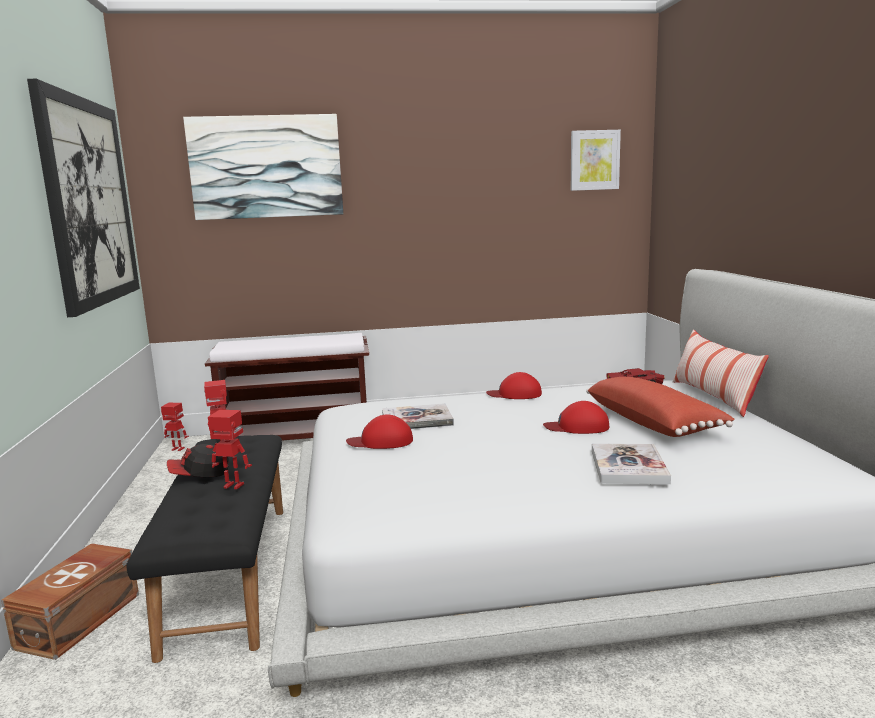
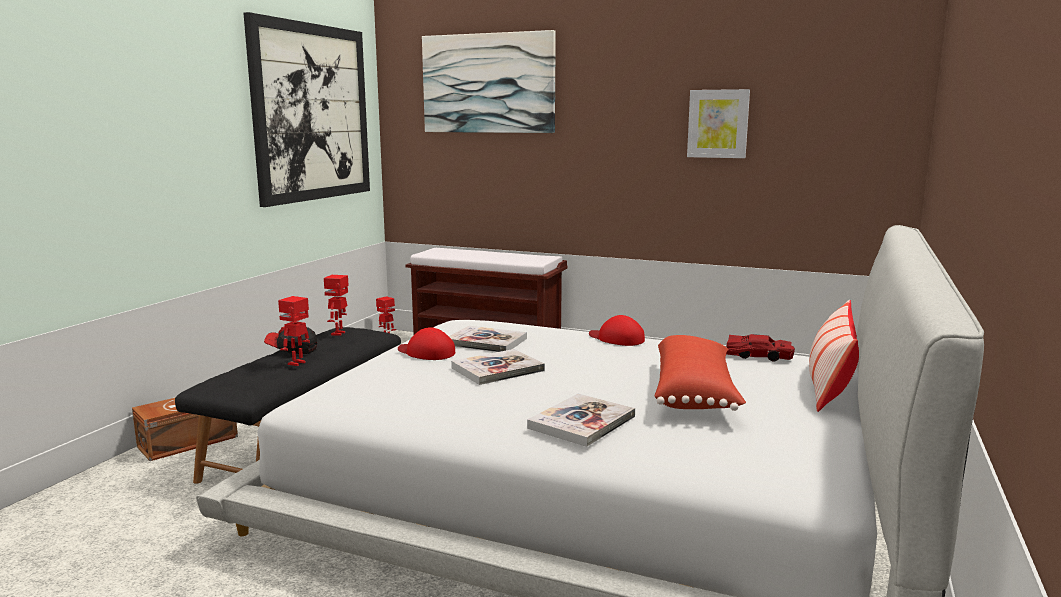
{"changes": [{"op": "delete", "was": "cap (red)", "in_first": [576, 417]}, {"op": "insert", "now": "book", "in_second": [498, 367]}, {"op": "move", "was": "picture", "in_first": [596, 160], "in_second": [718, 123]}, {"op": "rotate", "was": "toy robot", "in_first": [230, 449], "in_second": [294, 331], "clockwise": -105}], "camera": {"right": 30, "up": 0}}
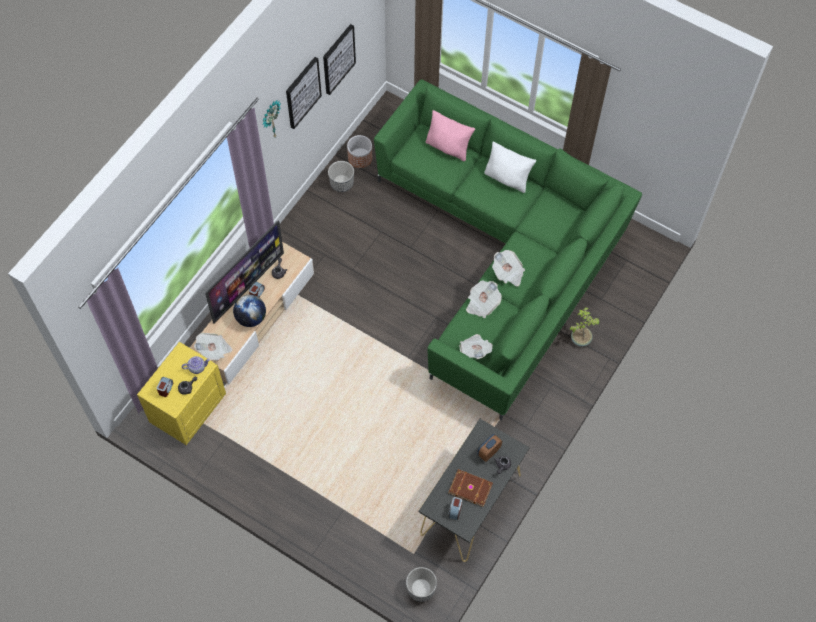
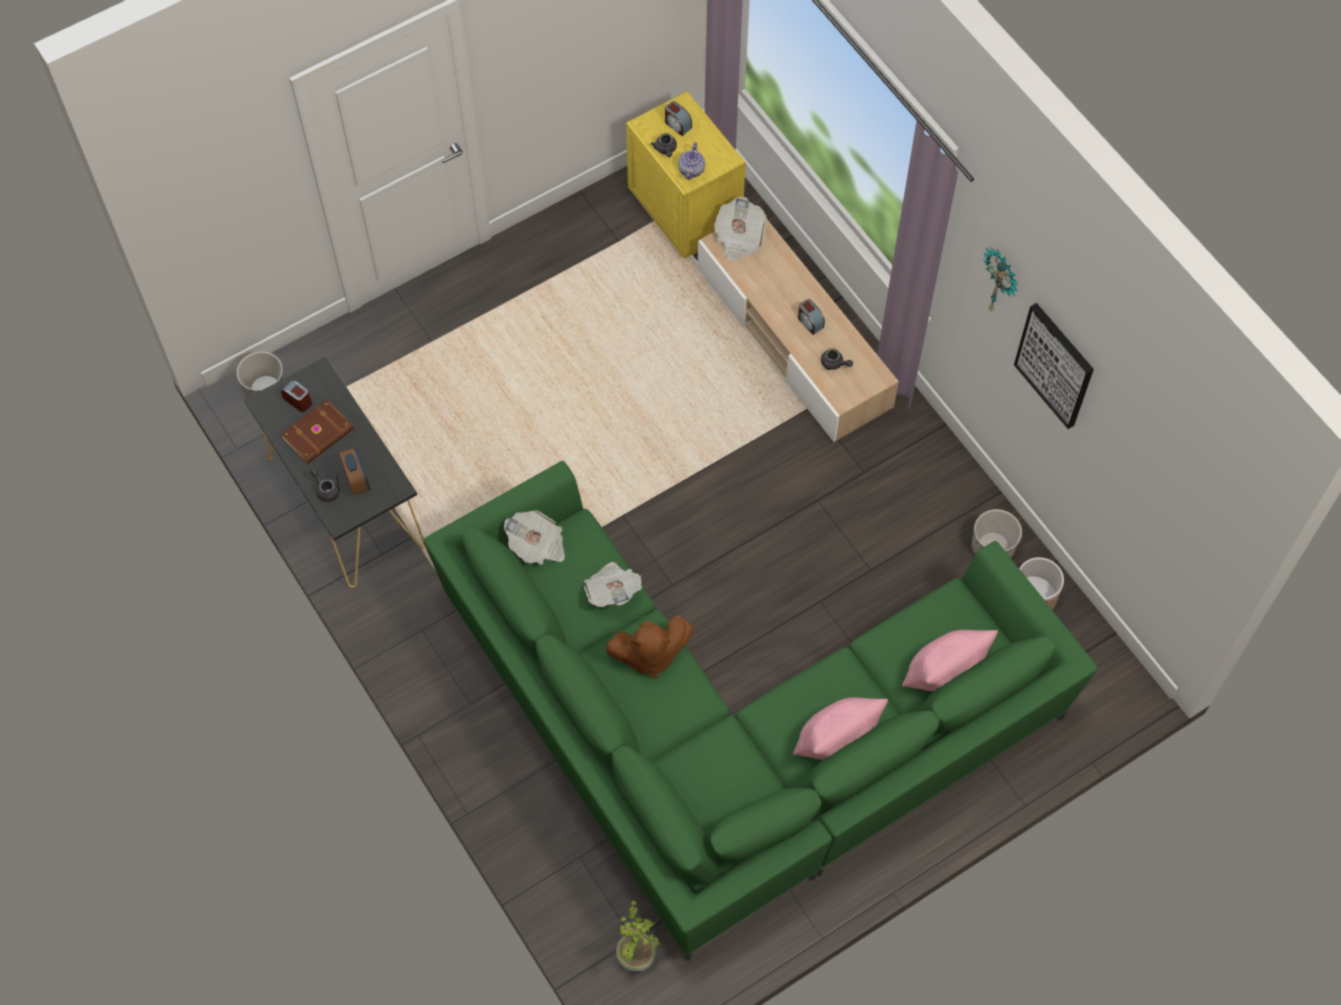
{"changes": [{"op": "delete", "was": "television", "in_first": [244, 272]}, {"op": "delete", "was": "globe", "in_first": [249, 311]}, {"op": "delete", "was": "picture", "in_first": [339, 59]}, {"op": "move", "was": "potted plant", "in_first": [584, 327], "in_second": [638, 936]}, {"op": "replace", "was": "newspaper", "now": "plush toy (brown)", "in_first": [508, 268], "in_second": [649, 647]}, {"op": "recolor", "was": "pillow (white)", "now": "pillow (pink)", "in_first": [510, 167], "in_second": [840, 728]}], "camera": {"right": 115, "up": 0}}
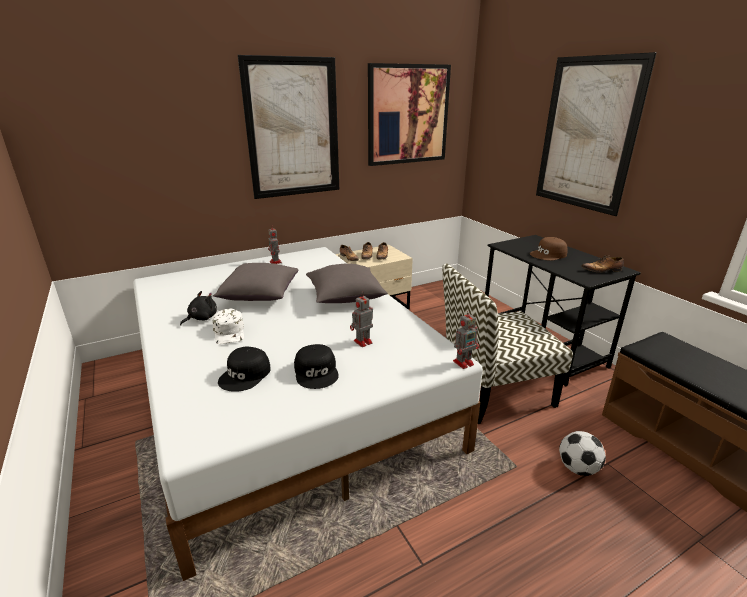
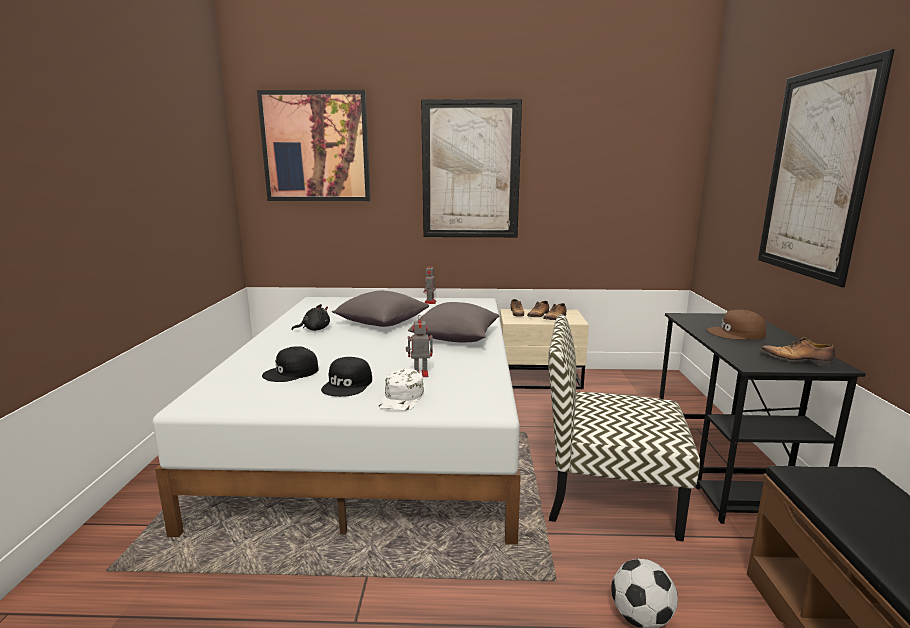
{"changes": [{"op": "delete", "was": "toy robot", "in_first": [466, 339]}, {"op": "move", "was": "cap (white)", "in_first": [228, 326], "in_second": [401, 389]}, {"op": "move", "was": "picture", "in_first": [409, 114], "in_second": [314, 145]}], "camera": {"right": 30, "up": -10}}
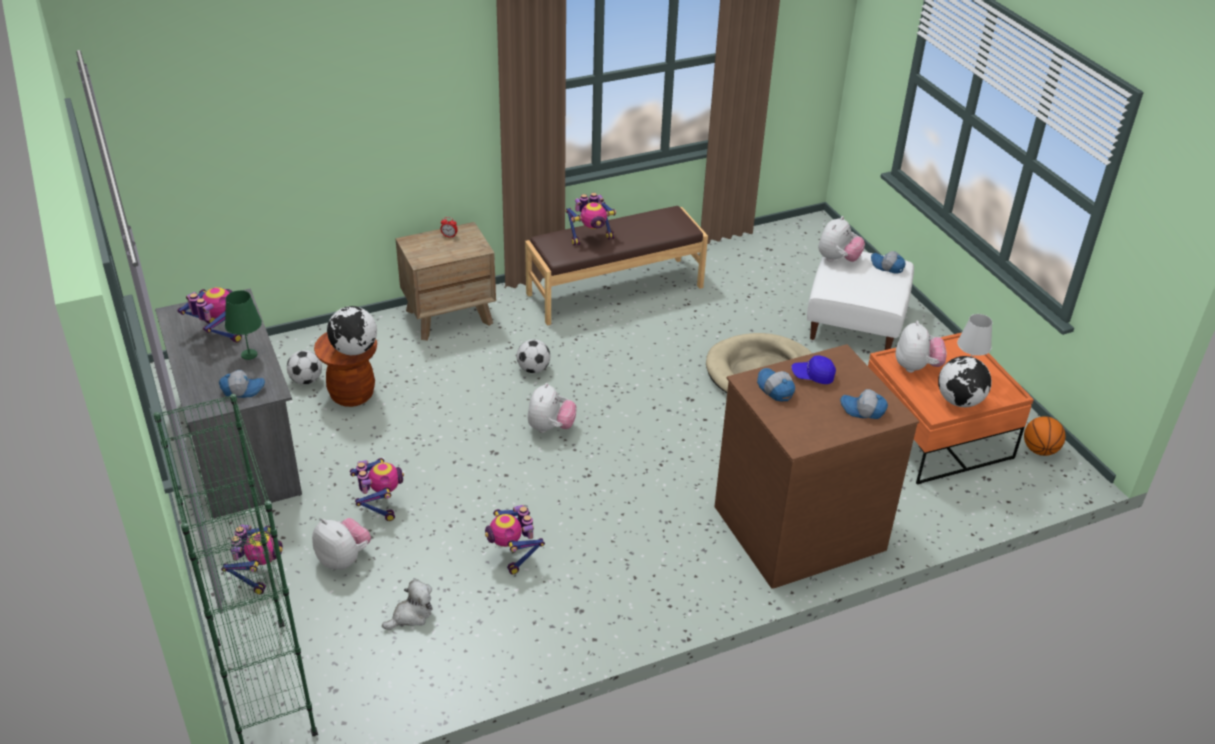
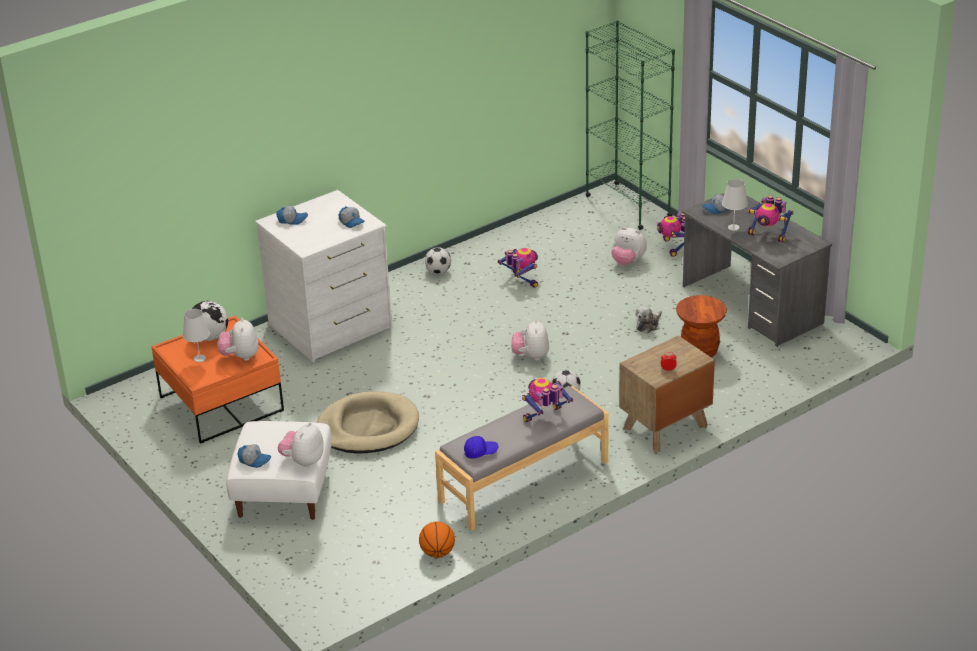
{"changes": [{"op": "delete", "was": "globe", "in_first": [352, 330]}, {"op": "delete", "was": "toy robot", "in_first": [377, 489]}, {"op": "move", "was": "football", "in_first": [304, 367], "in_second": [438, 260]}, {"op": "move", "was": "plush toy", "in_first": [407, 604], "in_second": [648, 319]}, {"op": "move", "was": "cap (blue)", "in_first": [813, 369], "in_second": [481, 447]}, {"op": "move", "was": "basketball", "in_first": [1045, 436], "in_second": [437, 540]}, {"op": "recolor", "was": "table lamp (green)", "now": "table lamp (white)", "in_first": [243, 325], "in_second": [735, 205]}, {"op": "recolor", "was": "bench (brown)", "now": "bench (grey)", "in_first": [616, 266], "in_second": [522, 458]}, {"op": "recolor", "was": "dresser (brown)", "now": "dresser (white)", "in_first": [817, 466], "in_second": [324, 276]}], "camera": {"right": 170, "up": -5}}
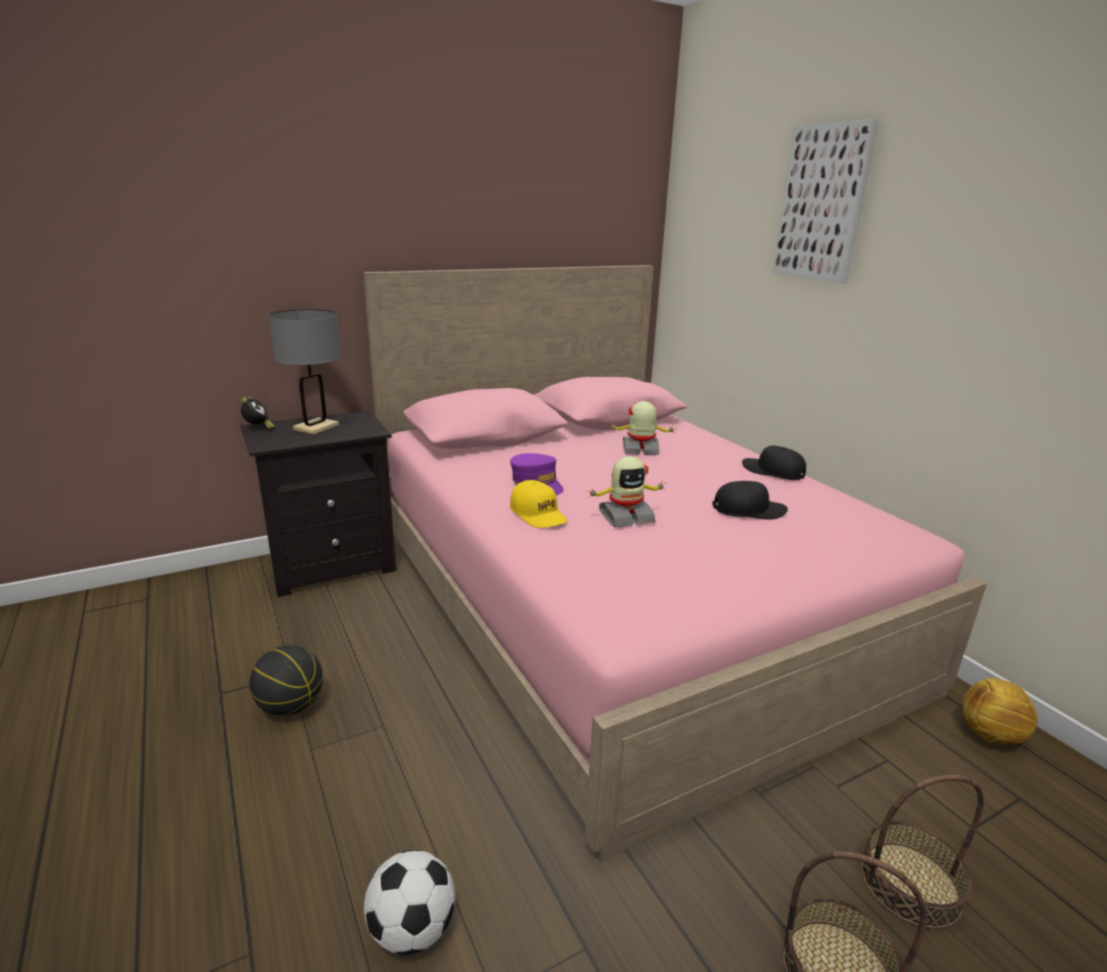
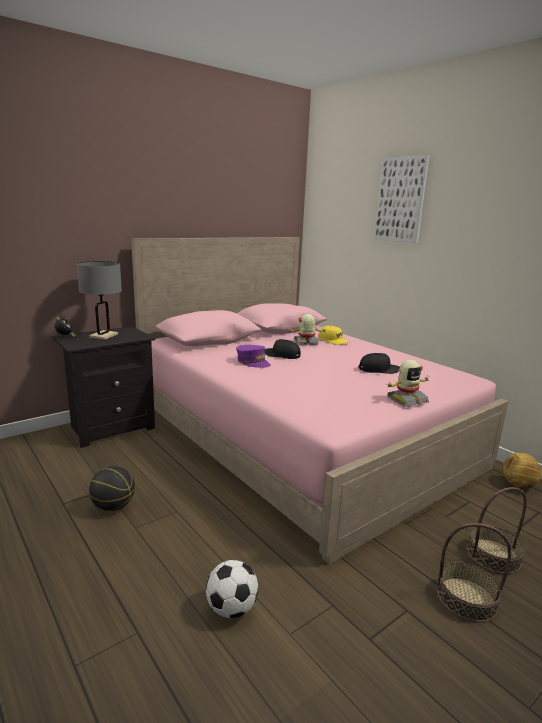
{"changes": [{"op": "move", "was": "cap (yellow)", "in_first": [538, 504], "in_second": [333, 335]}, {"op": "move", "was": "toy robot", "in_first": [626, 491], "in_second": [408, 383]}, {"op": "move", "was": "cap (black)", "in_first": [774, 462], "in_second": [282, 349]}], "camera": {"right": -10, "up": -5}}
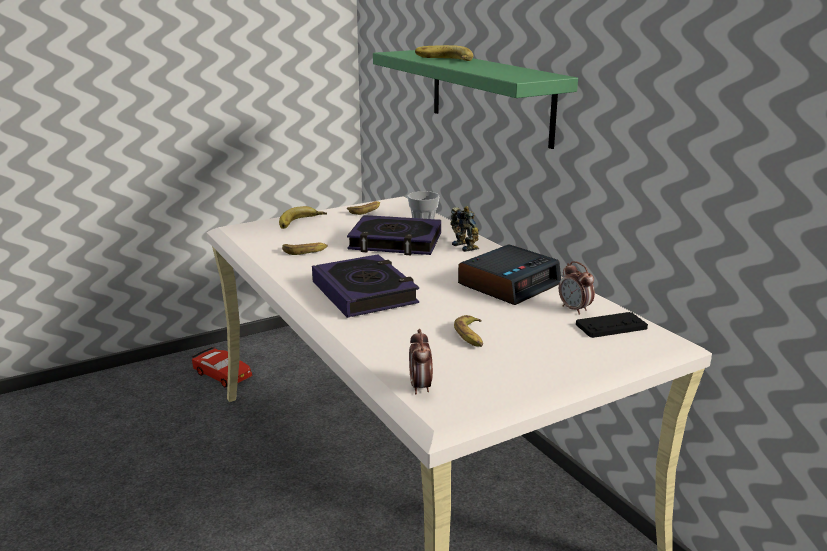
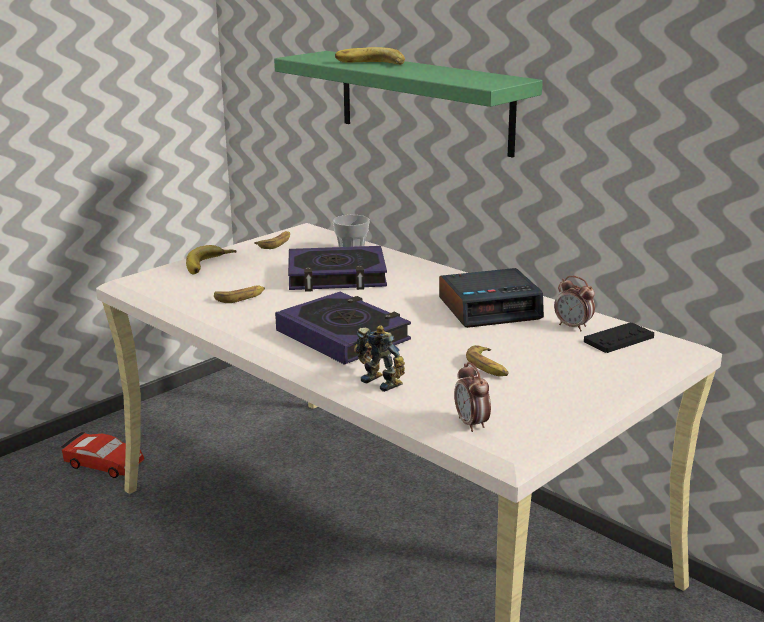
{"changes": [{"op": "move", "was": "toy robot", "in_first": [464, 229], "in_second": [379, 358]}, {"op": "rotate", "was": "alarm clock", "in_first": [509, 275], "in_second": [491, 298], "clockwise": 45}], "camera": {"right": -15, "up": 0}}
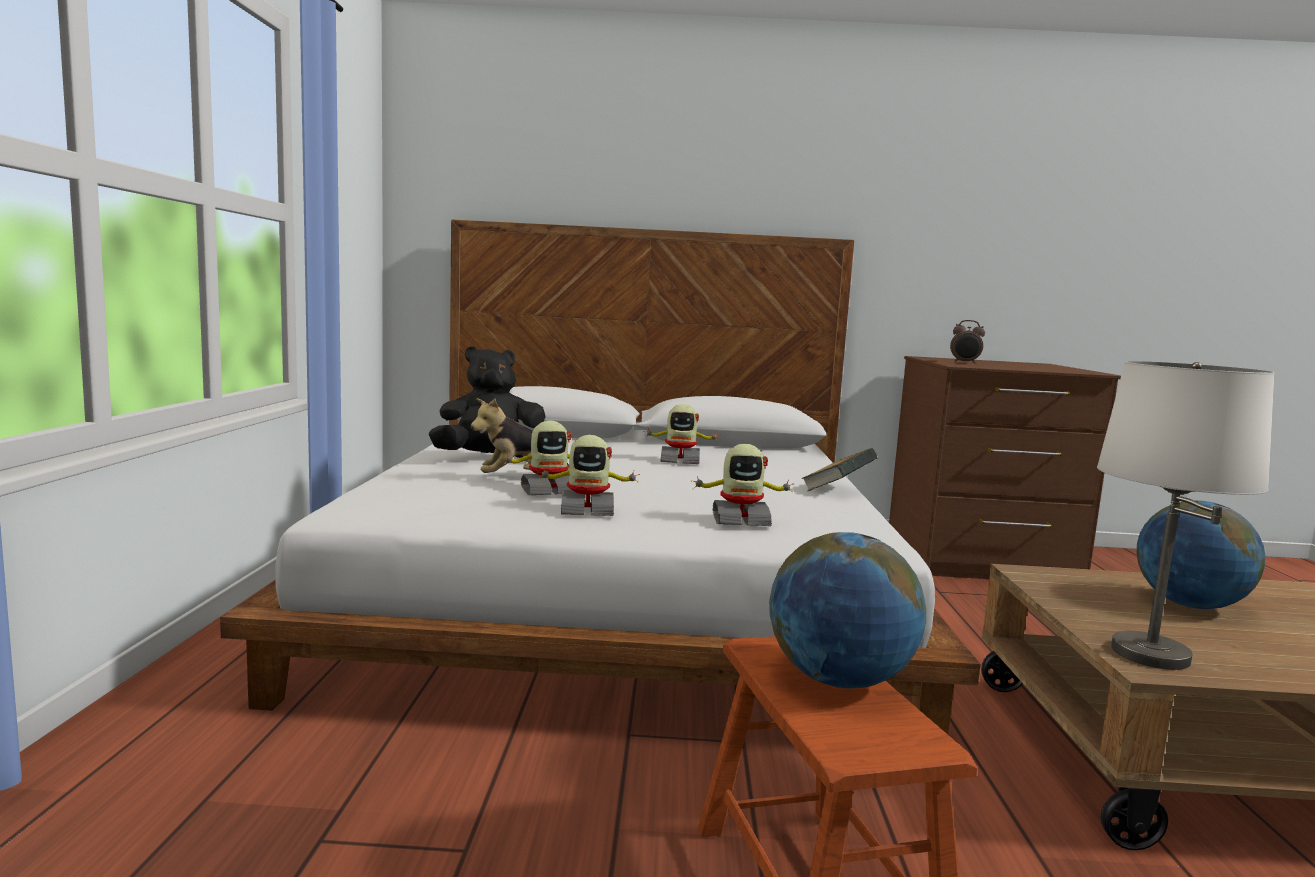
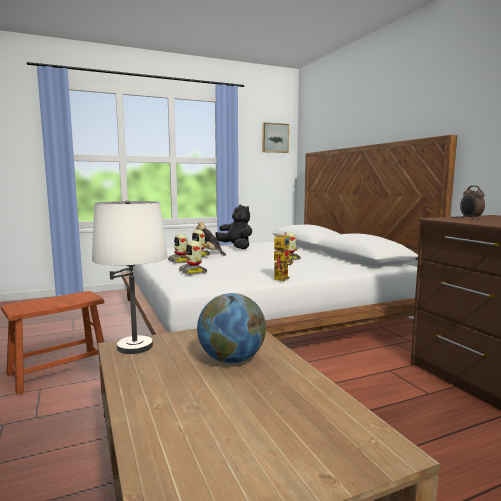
{"changes": [{"op": "delete", "was": "globe", "in_first": [847, 610]}, {"op": "insert", "now": "picture", "in_second": [275, 137]}, {"op": "replace", "was": "book", "now": "toy robot", "in_first": [839, 469], "in_second": [284, 256]}], "camera": {"right": 65, "up": 0}}
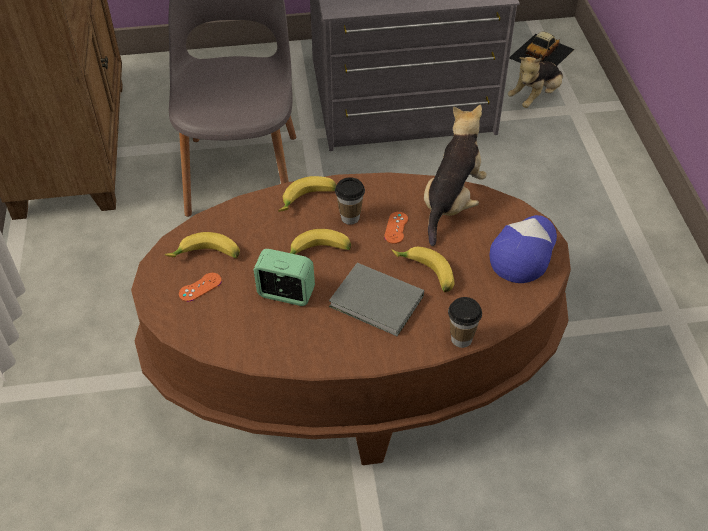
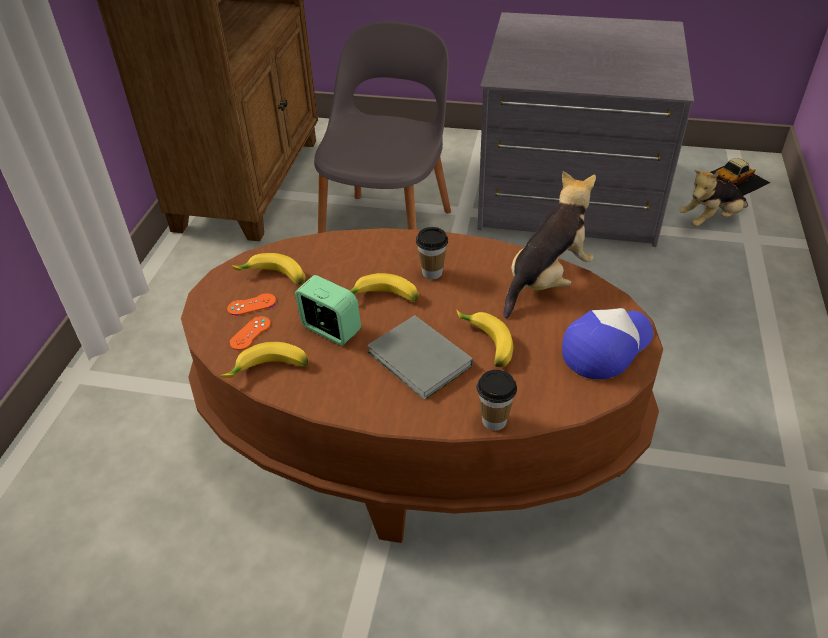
{"changes": [{"op": "move", "was": "banana", "in_first": [307, 194], "in_second": [264, 360]}, {"op": "move", "was": "game controller (orange)", "in_first": [396, 228], "in_second": [250, 333]}], "camera": {"right": 20, "up": -5}}
